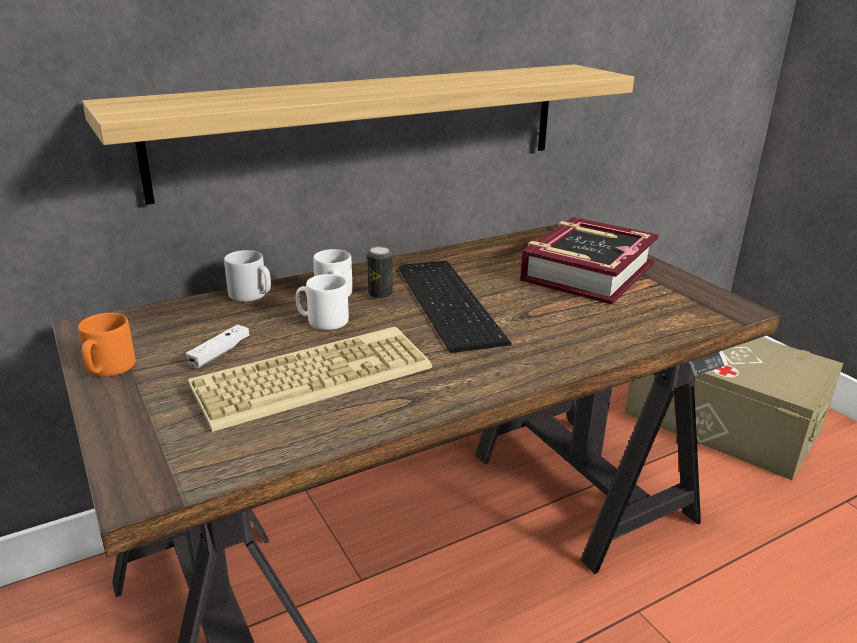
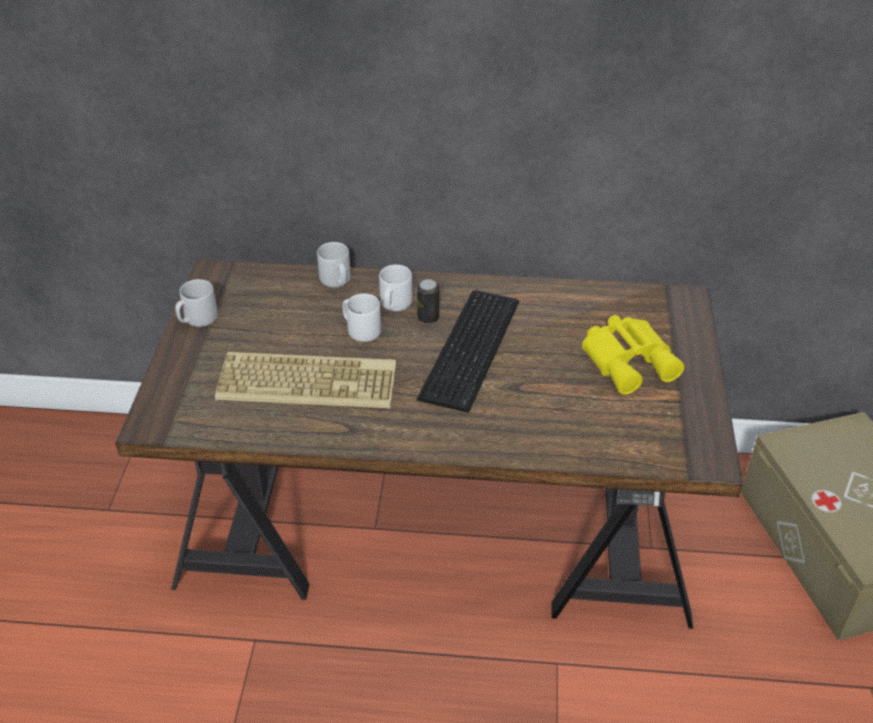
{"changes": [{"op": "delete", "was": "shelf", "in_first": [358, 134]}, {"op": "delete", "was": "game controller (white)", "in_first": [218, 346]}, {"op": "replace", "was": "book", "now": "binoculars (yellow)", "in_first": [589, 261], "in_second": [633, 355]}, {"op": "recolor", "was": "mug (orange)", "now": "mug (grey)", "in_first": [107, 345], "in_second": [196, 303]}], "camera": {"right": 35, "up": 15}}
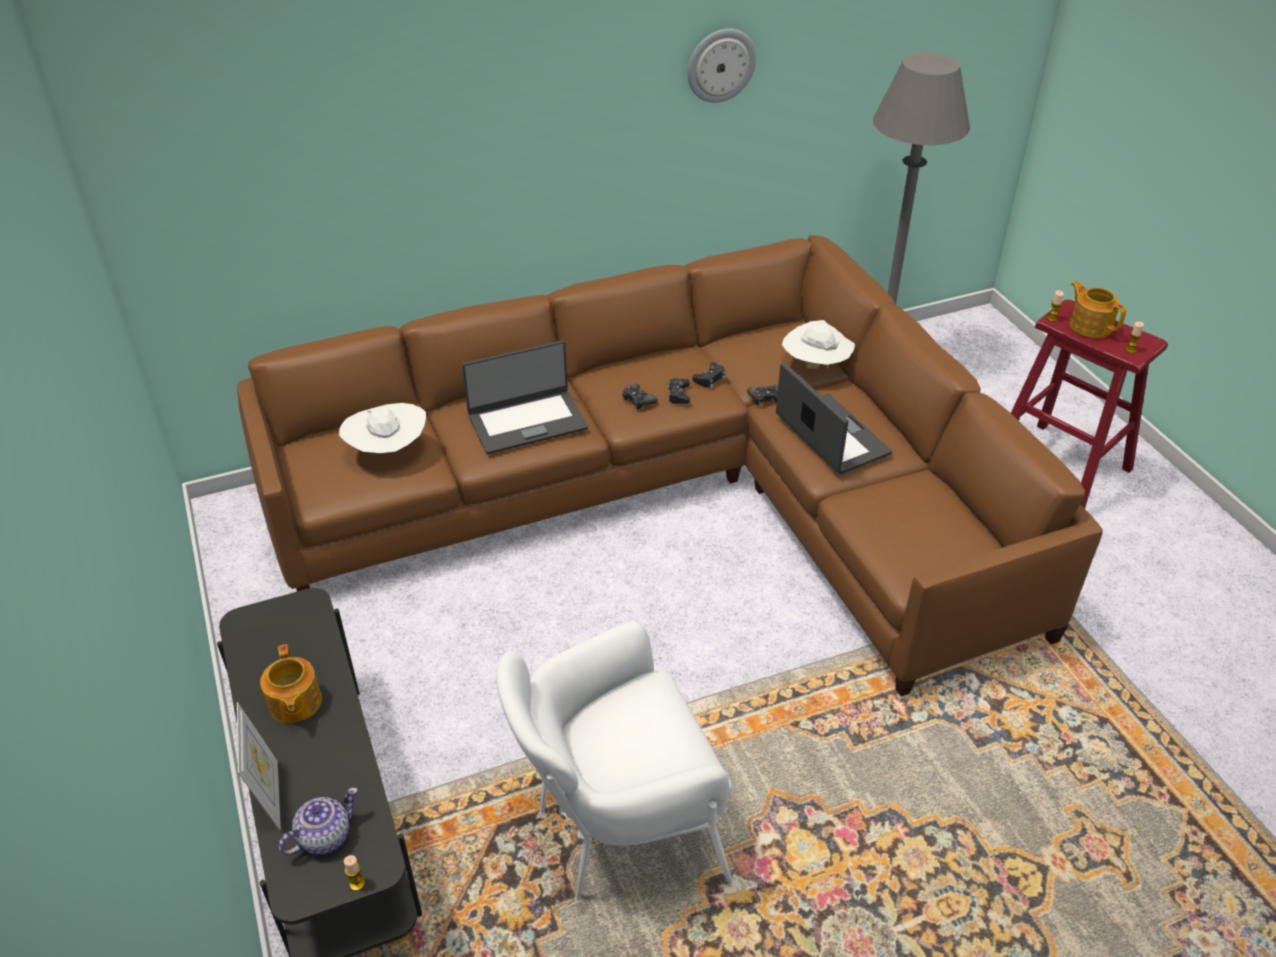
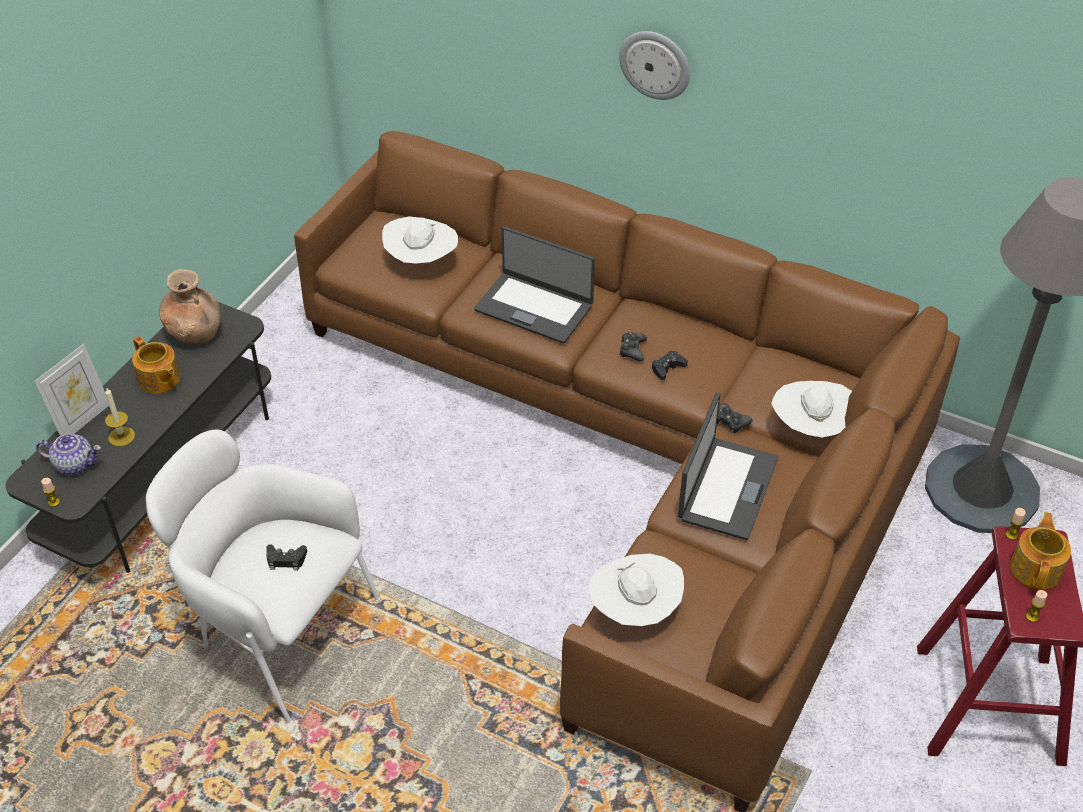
{"changes": [{"op": "insert", "now": "candle", "in_second": [120, 417]}, {"op": "insert", "now": "vase (brown)", "in_second": [190, 307]}, {"op": "insert", "now": "hat (white)", "in_second": [636, 590]}, {"op": "move", "was": "wall clock", "in_first": [722, 66], "in_second": [654, 65]}, {"op": "move", "was": "game controller (black)", "in_first": [709, 375], "in_second": [286, 557]}, {"op": "rotate", "was": "teapot", "in_first": [291, 684], "in_second": [156, 365], "clockwise": -75}], "camera": {"right": 50, "up": 5}}
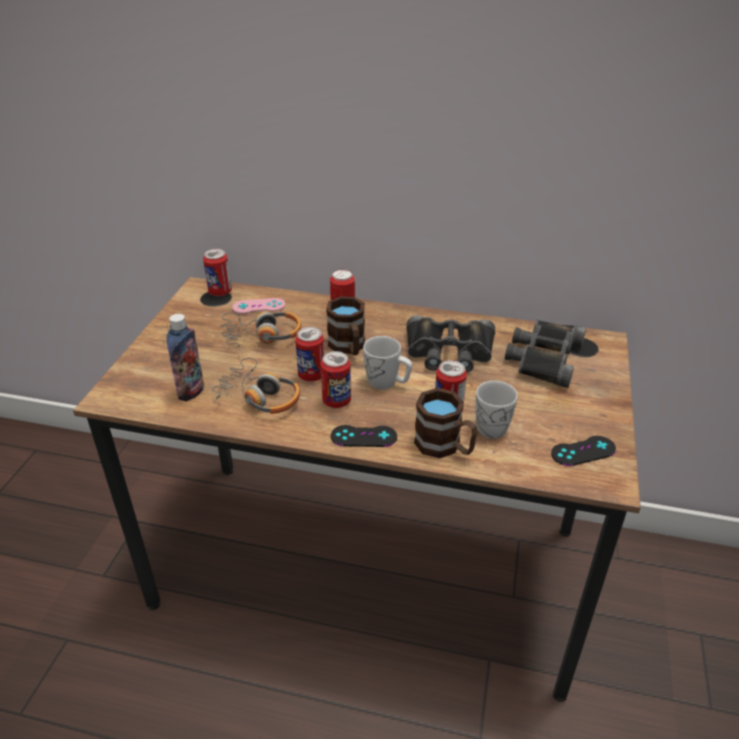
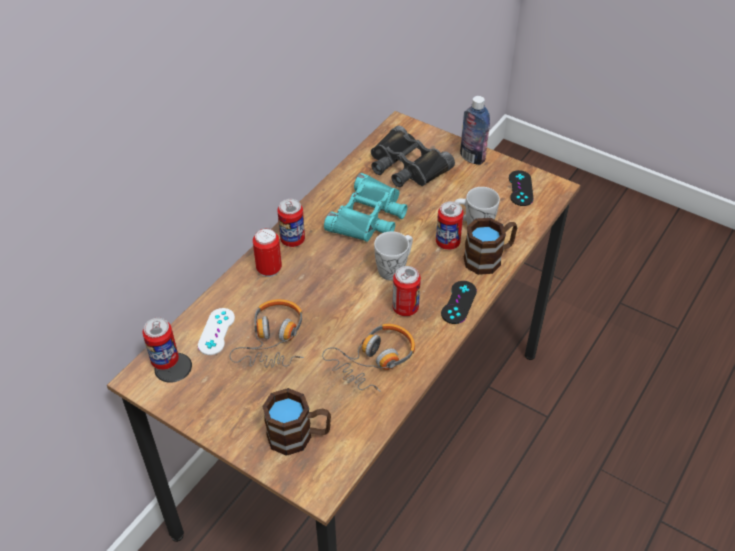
{"changes": [{"op": "move", "was": "bottle", "in_first": [185, 358], "in_second": [475, 130]}, {"op": "move", "was": "can", "in_first": [309, 354], "in_second": [291, 223]}, {"op": "move", "was": "mug (brown)", "in_first": [345, 325], "in_second": [296, 422]}, {"op": "recolor", "was": "game controller (pink)", "now": "game controller (white)", "in_first": [259, 306], "in_second": [216, 331]}, {"op": "recolor", "was": "binoculars (black)", "now": "binoculars (turquoise)", "in_first": [450, 344], "in_second": [365, 207]}], "camera": {"right": -70, "up": 10}}
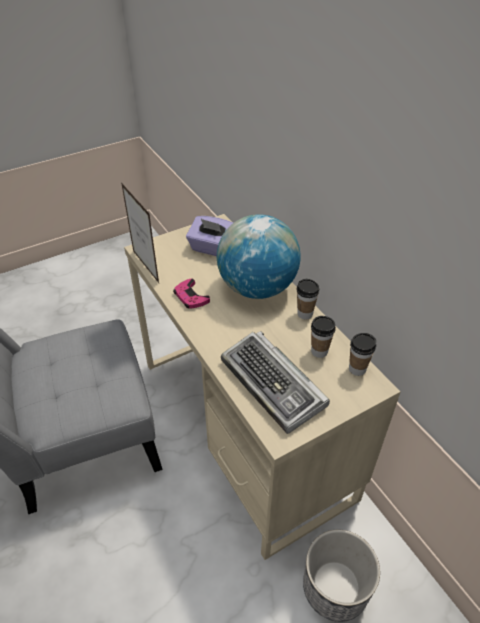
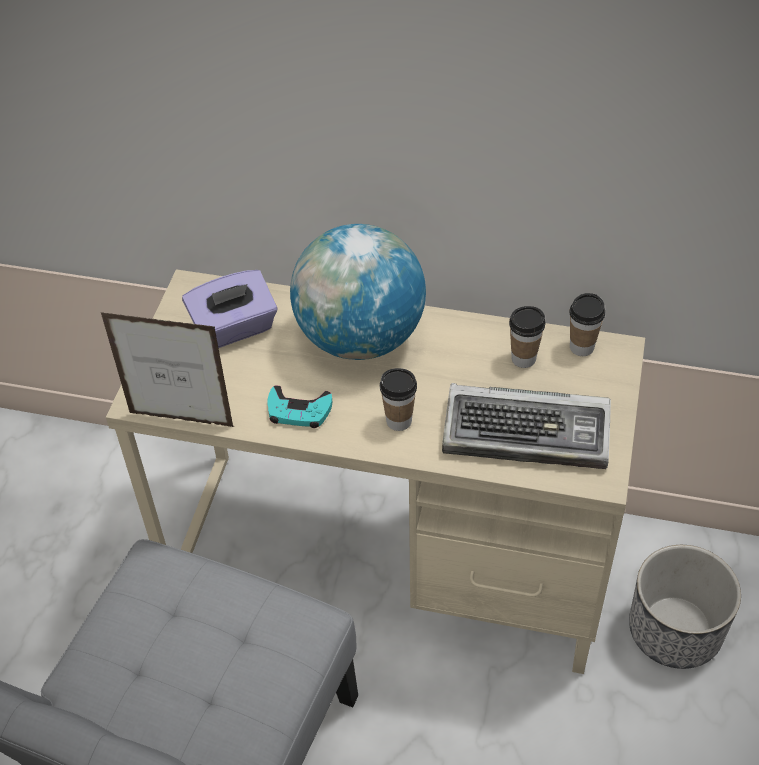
{"changes": [{"op": "move", "was": "cup", "in_first": [308, 299], "in_second": [398, 399]}, {"op": "recolor", "was": "game controller (pink)", "now": "game controller (turquoise)", "in_first": [191, 294], "in_second": [299, 406]}], "camera": {"right": -45, "up": 5}}
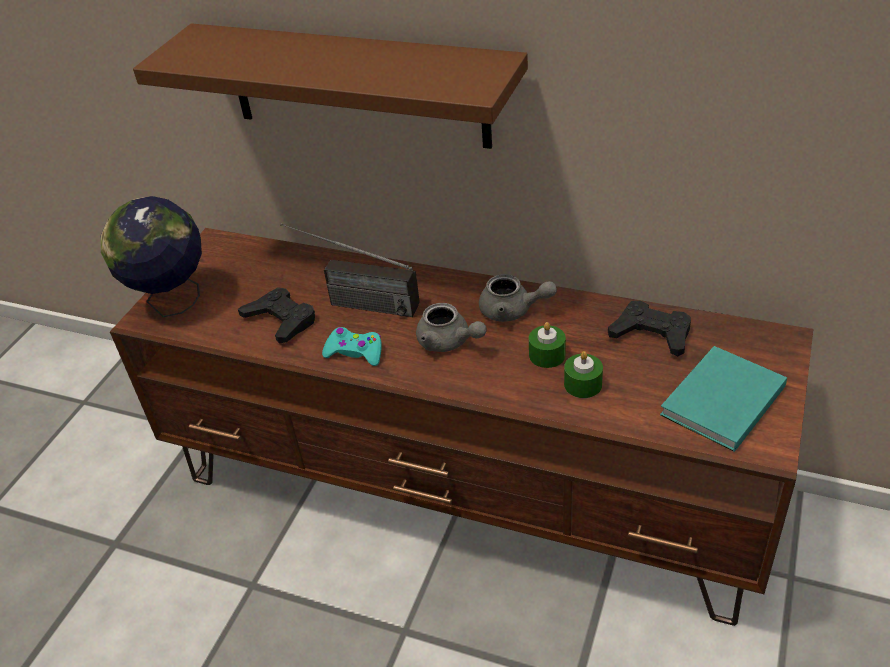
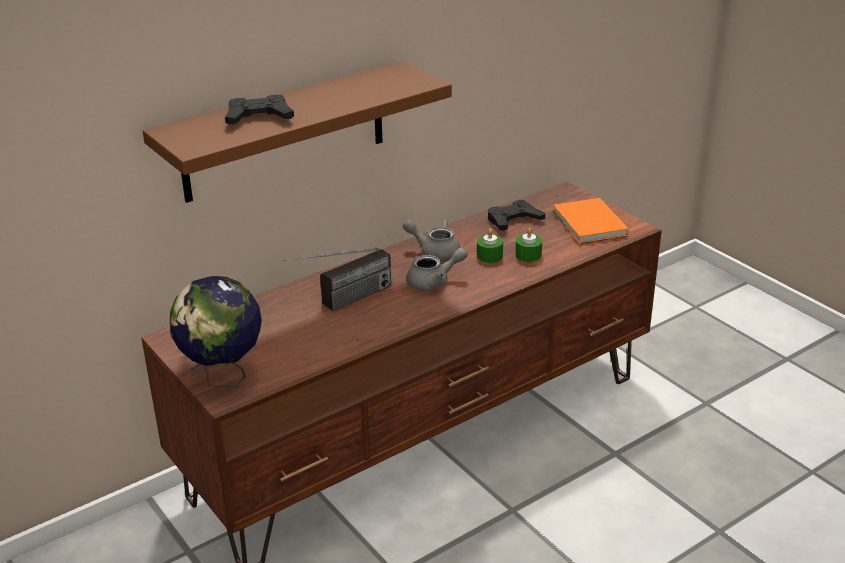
{"changes": [{"op": "delete", "was": "game controller (turquoise)", "in_first": [352, 346]}, {"op": "move", "was": "game controller (black)", "in_first": [276, 315], "in_second": [259, 110]}, {"op": "recolor", "was": "book (turquoise)", "now": "book (orange)", "in_first": [723, 399], "in_second": [591, 221]}, {"op": "rotate", "was": "teapot (grey)", "in_first": [518, 298], "in_second": [431, 240], "clockwise": -120}], "camera": {"right": -60, "up": -10}}
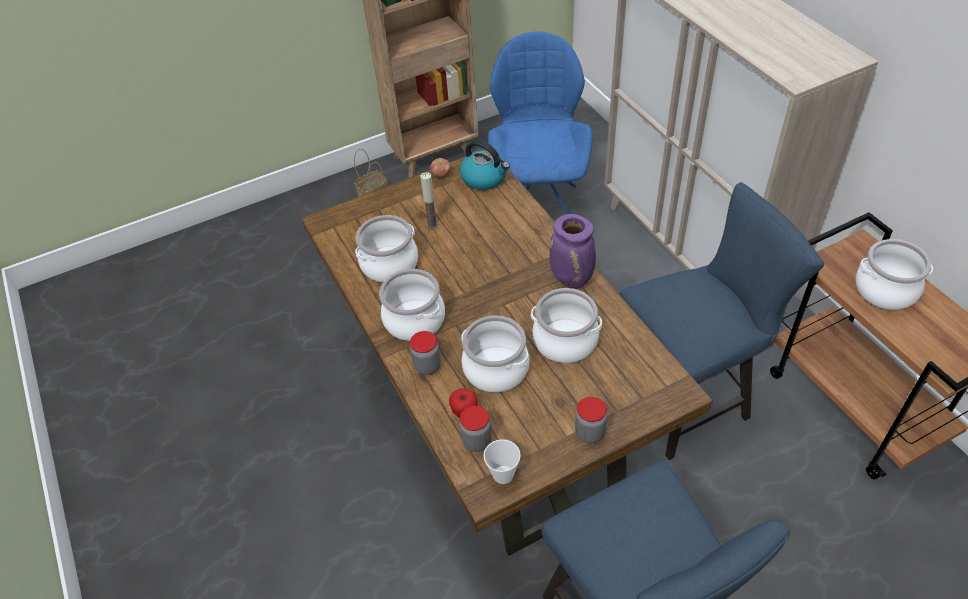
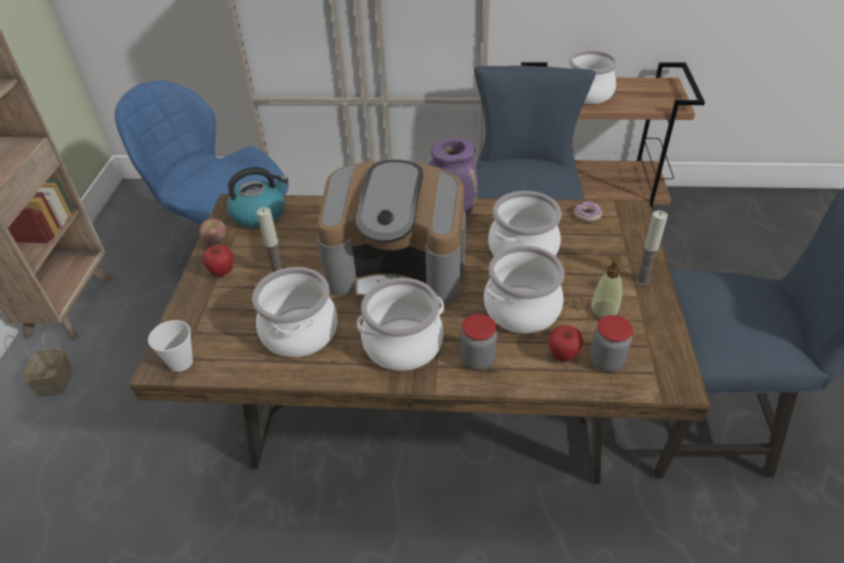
{"changes": [{"op": "insert", "now": "apple", "in_second": [218, 261]}, {"op": "insert", "now": "coffee machine", "in_second": [391, 232]}, {"op": "insert", "now": "donut", "in_second": [588, 211]}, {"op": "insert", "now": "soap dispenser", "in_second": [606, 288]}, {"op": "move", "was": "cup", "in_first": [502, 461], "in_second": [170, 346]}, {"op": "replace", "was": "jar", "now": "candle", "in_first": [591, 420], "in_second": [651, 248]}], "camera": {"right": -60, "up": -5}}
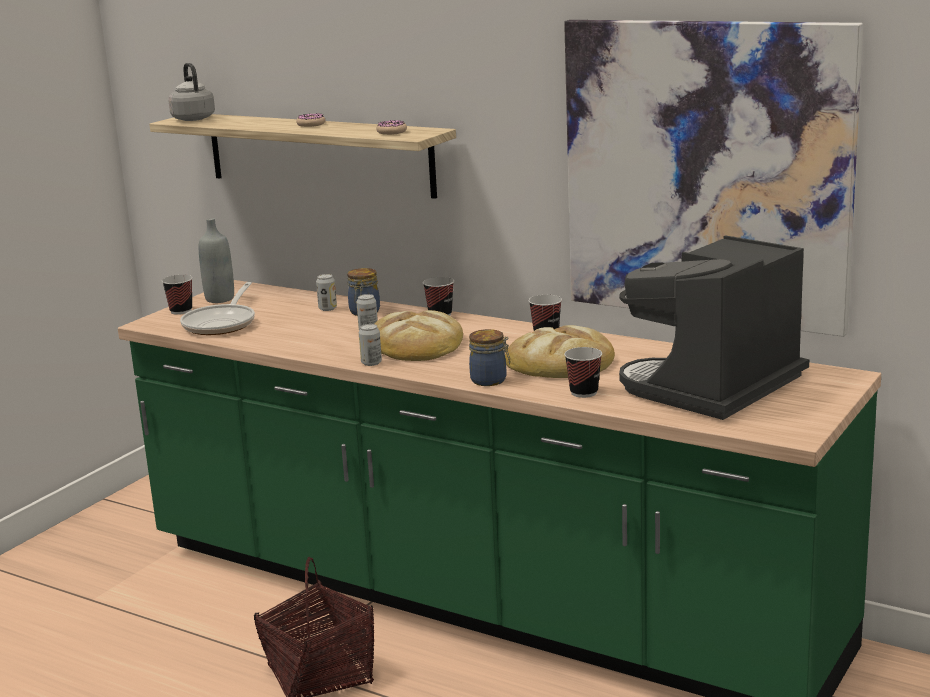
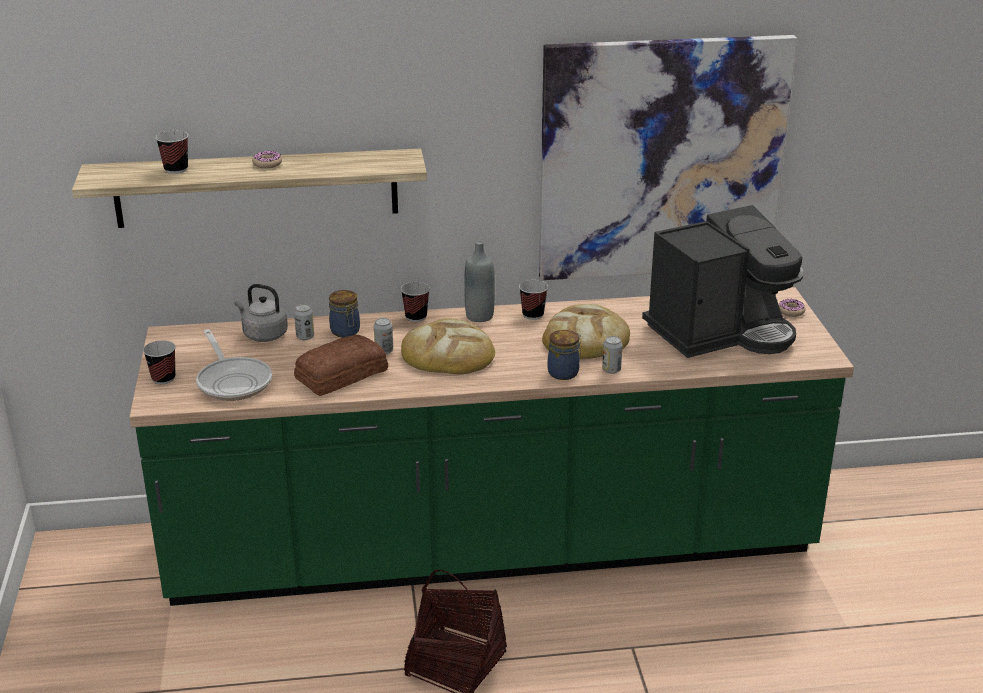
{"changes": [{"op": "insert", "now": "bread", "in_second": [341, 365]}, {"op": "move", "was": "kettle (grey)", "in_first": [191, 92], "in_second": [261, 313]}, {"op": "move", "was": "bottle (grey)", "in_first": [216, 260], "in_second": [479, 281]}, {"op": "move", "was": "can", "in_first": [370, 345], "in_second": [612, 355]}, {"op": "move", "was": "donut", "in_first": [391, 127], "in_second": [792, 308]}, {"op": "move", "was": "cup", "in_first": [583, 372], "in_second": [172, 152]}, {"op": "rotate", "was": "coffee machine", "in_first": [714, 327], "in_second": [722, 281], "clockwise": -120}], "camera": {"right": -40, "up": 10}}
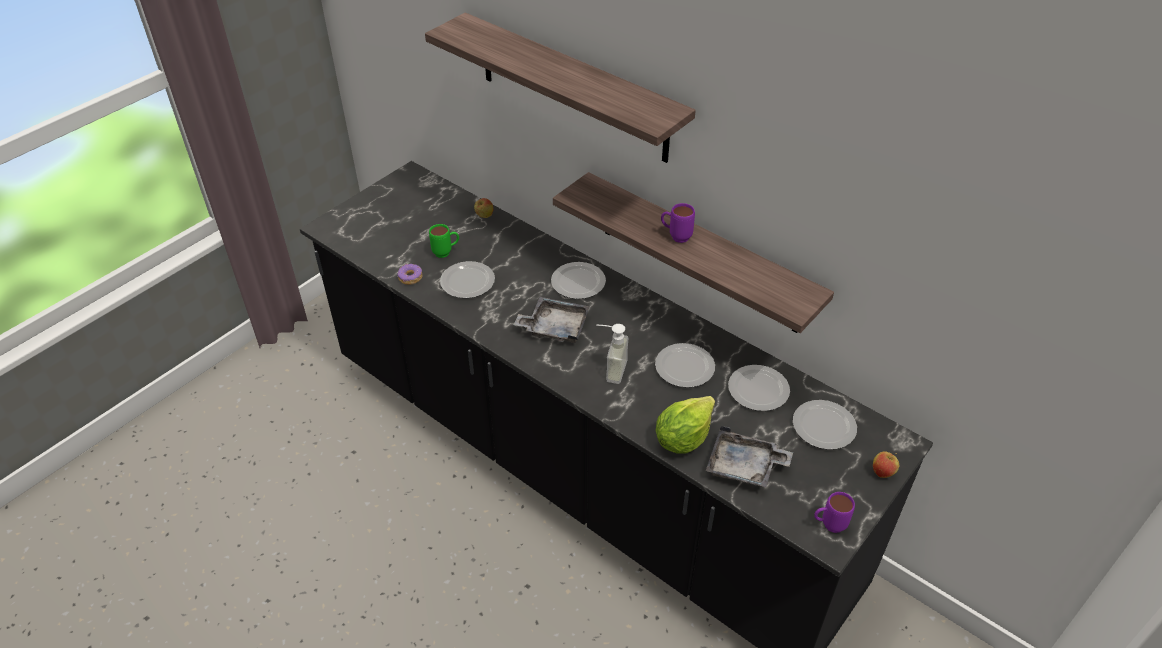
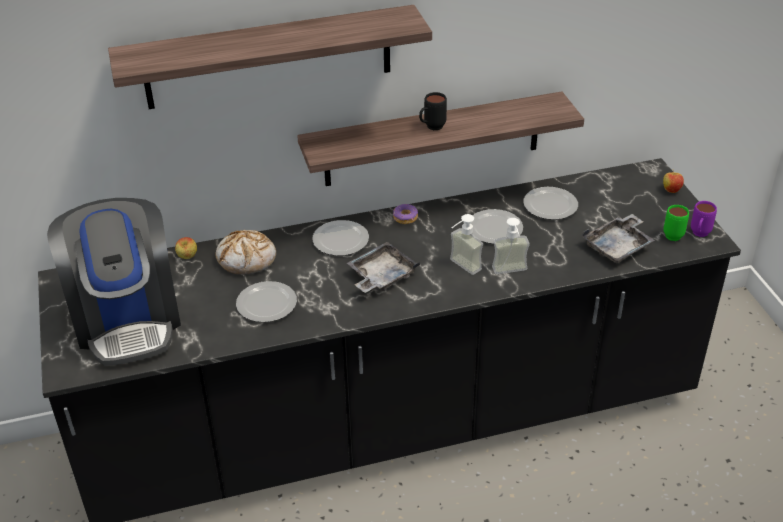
{"changes": [{"op": "delete", "was": "lettuce", "in_first": [685, 425]}, {"op": "delete", "was": "plate", "in_first": [825, 425]}, {"op": "insert", "now": "coffee machine", "in_second": [114, 282]}, {"op": "insert", "now": "bread", "in_second": [246, 252]}, {"op": "insert", "now": "soap dispenser", "in_second": [511, 246]}, {"op": "move", "was": "donut", "in_first": [410, 274], "in_second": [405, 214]}, {"op": "move", "was": "mug (green)", "in_first": [444, 241], "in_second": [676, 223]}, {"op": "recolor", "was": "mug (purple)", "now": "mug (black)", "in_first": [678, 223], "in_second": [433, 111]}], "camera": {"right": -55, "up": -5}}
